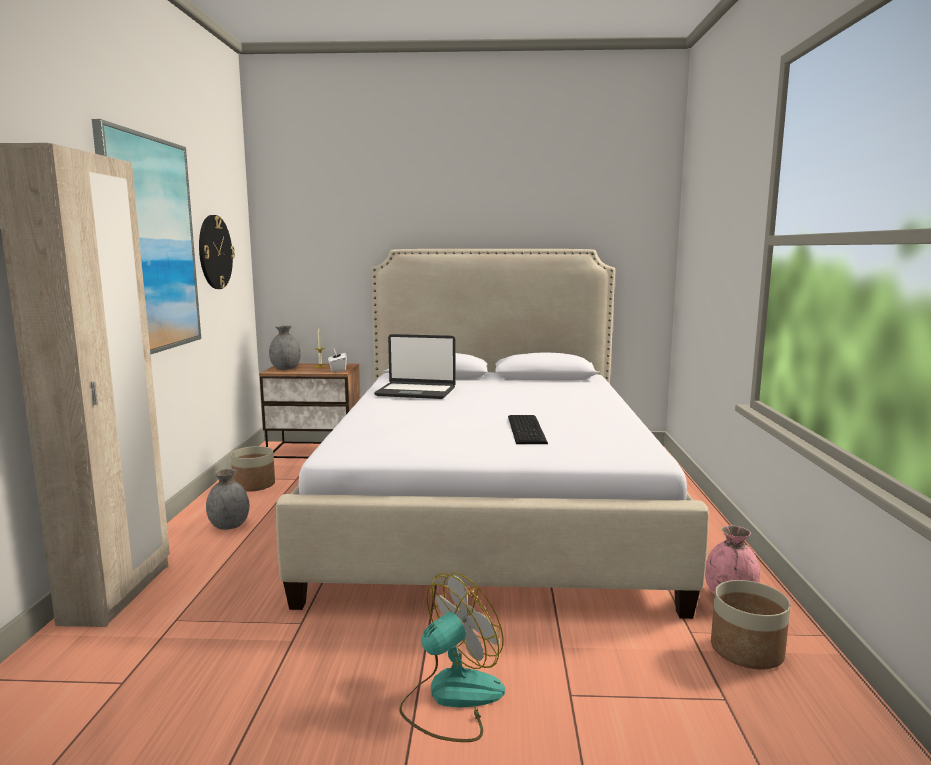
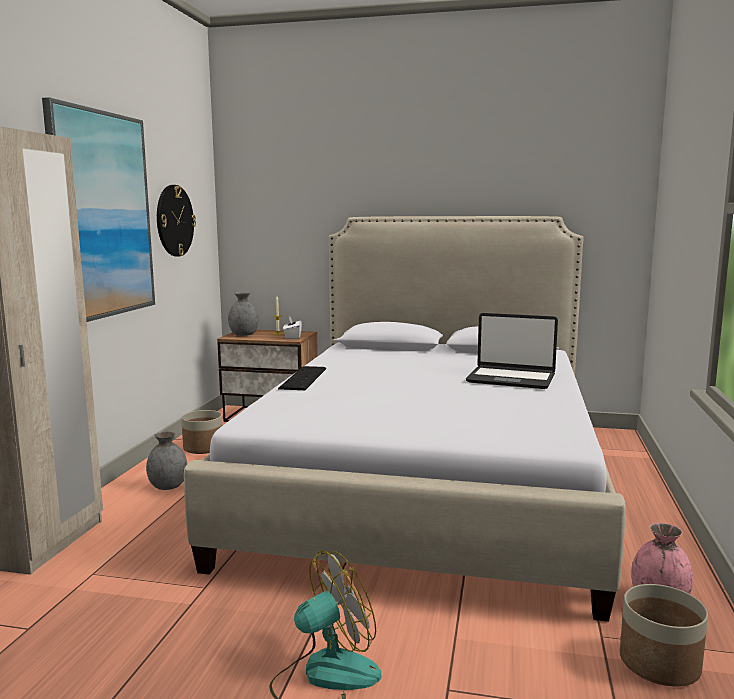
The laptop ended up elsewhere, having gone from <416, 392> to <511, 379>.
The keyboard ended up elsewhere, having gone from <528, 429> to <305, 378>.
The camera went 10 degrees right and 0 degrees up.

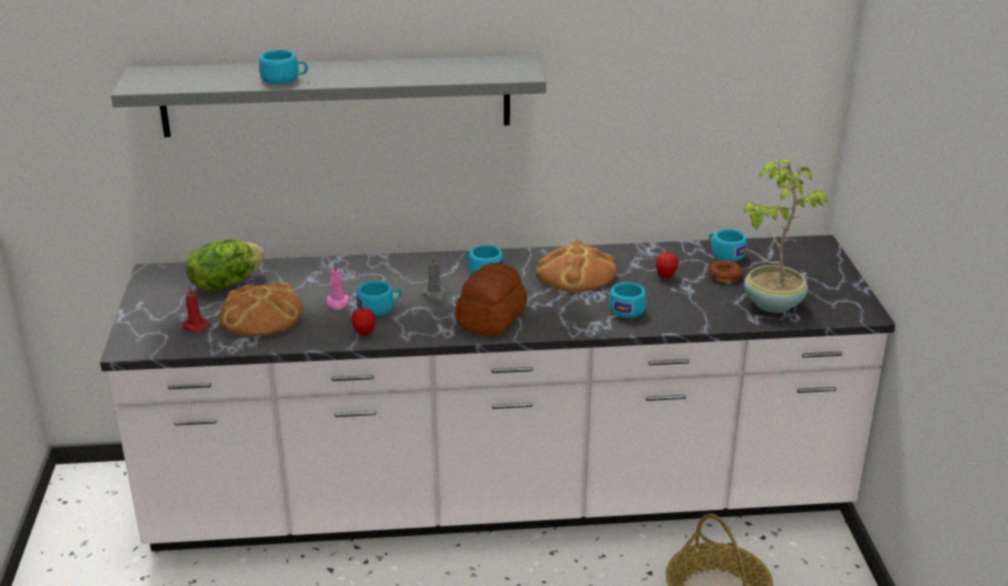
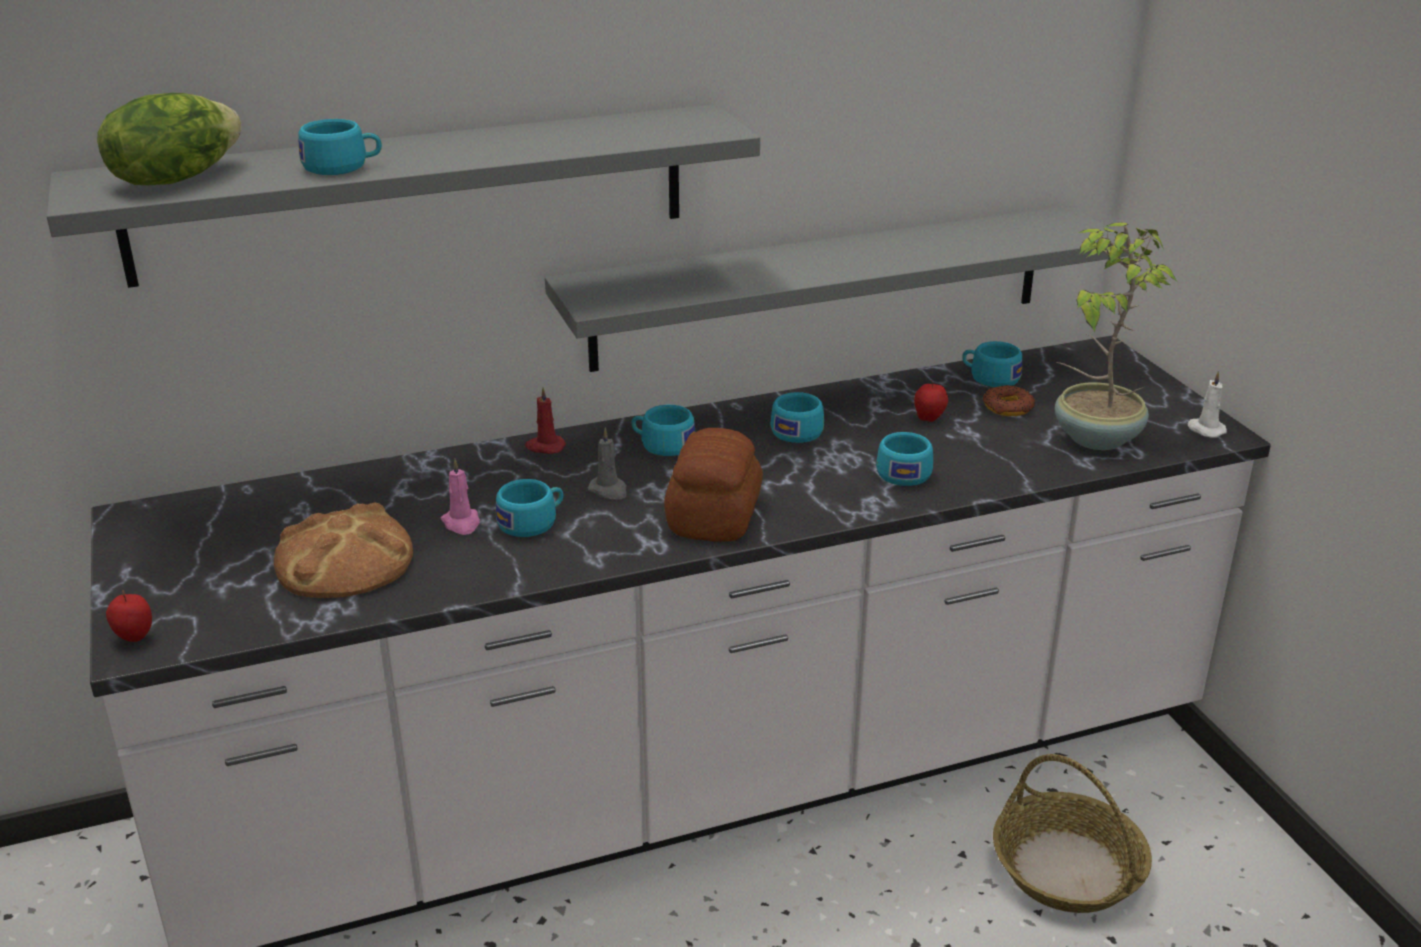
The lettuce ended up elsewhere, having gone from <225, 283> to <175, 178>.
Where the bread stood at <576, 273>, the turquoise cup came to stand at <800, 430>.
The red candle ended up elsewhere, having gone from <194, 326> to <545, 447>.
The apple ended up elsewhere, having gone from <364, 333> to <134, 638>.
The second view gained the grey shelf at <821, 287>.
The second view gained the white candle at <1205, 429>.
The camera went 15 degrees left and 0 degrees up.

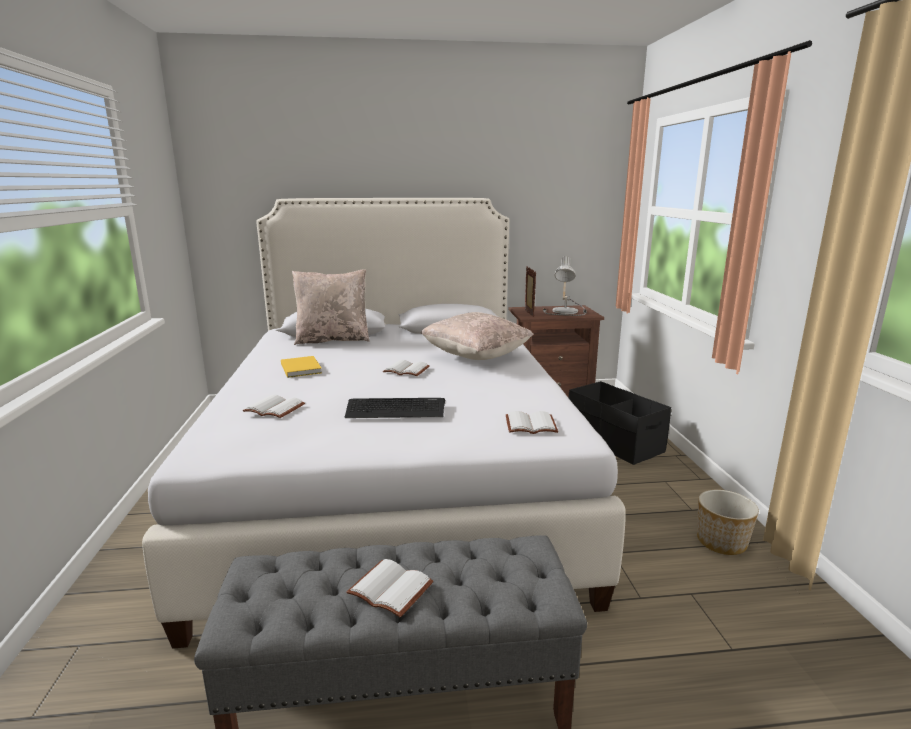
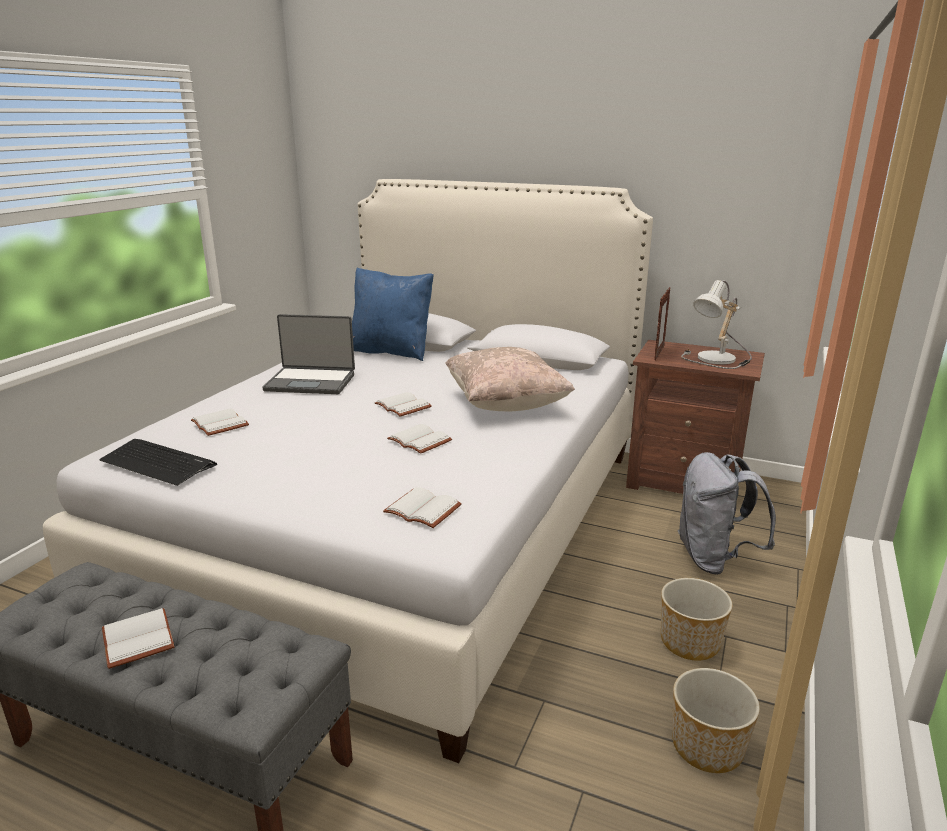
What was the beige pillow at <333, 340> turned into the blue pillow at <391, 352>.
Where the yellow book stood at <301, 368>, the laptop came to stand at <311, 382>.
Where the black storage box stood at <613, 442>, the grey backpack came to stand at <714, 559>.
The keyboard ended up elsewhere, having gone from <395, 409> to <158, 463>.
The second view gained the white book at <421, 440>.
The second view gained the planter at <689, 643>.
The camera went 30 degrees right and 5 degrees up.

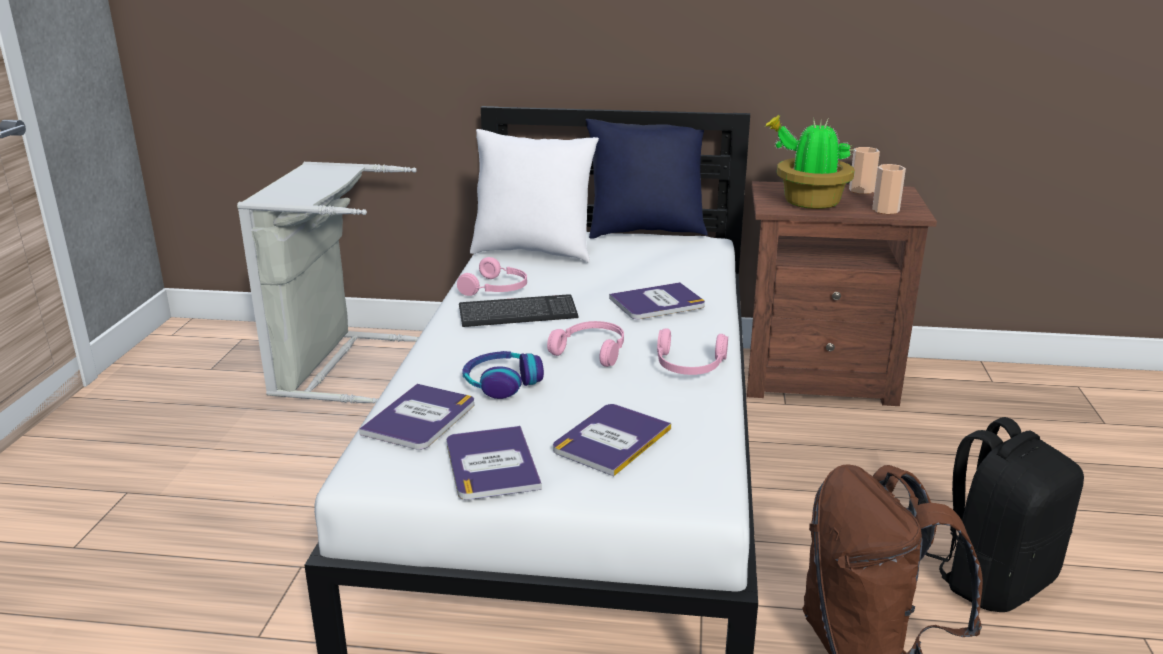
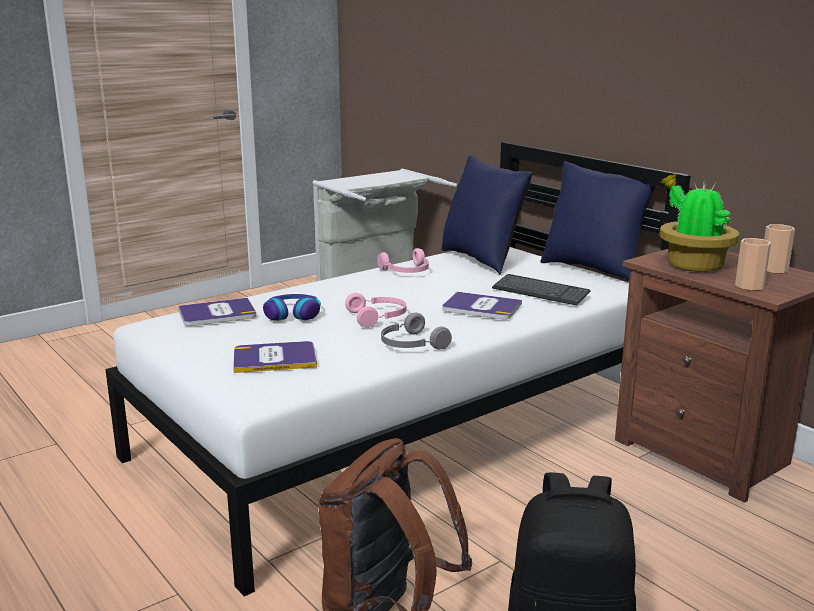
What was the white pillow at <533, 252> turned into the blue pillow at <482, 260>.
The keyboard ended up elsewhere, having gone from <518, 314> to <540, 292>.
What was the pink headphones at <689, 366> turned into the grey headphones at <411, 345>.
The second view lost the book at <491, 464>.
The camera went 45 degrees right and 5 degrees down.

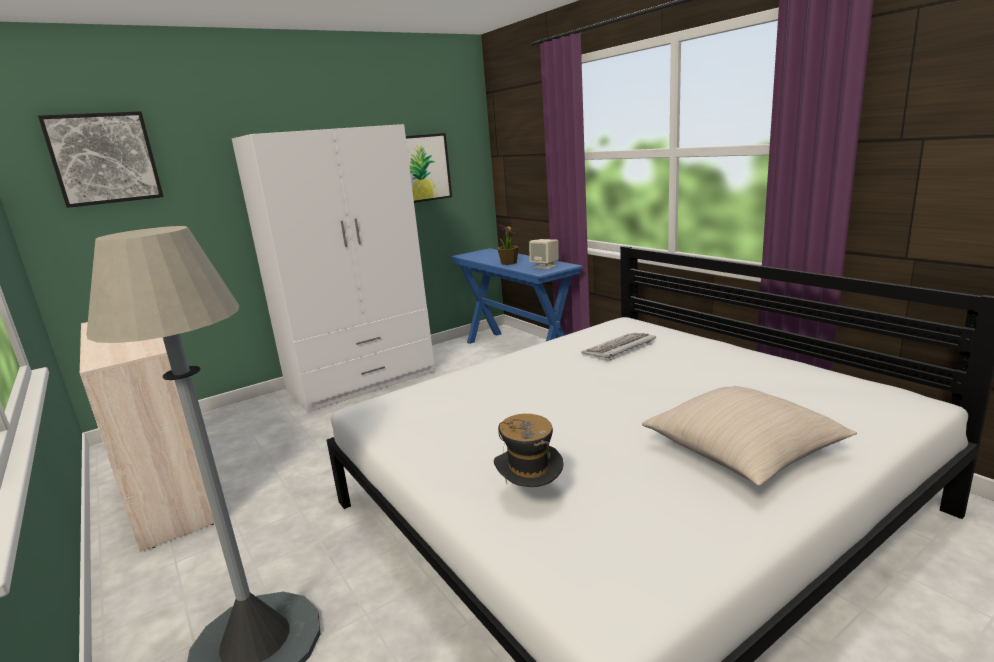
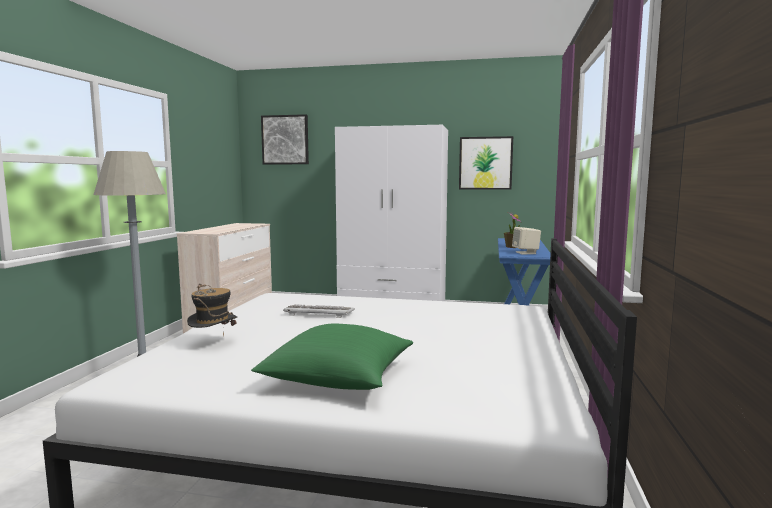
The keyboard ended up elsewhere, having gone from <619, 348> to <319, 313>.
What was the beige pillow at <742, 452> turned into the green pillow at <338, 378>.
The camera went 45 degrees right and 10 degrees down.

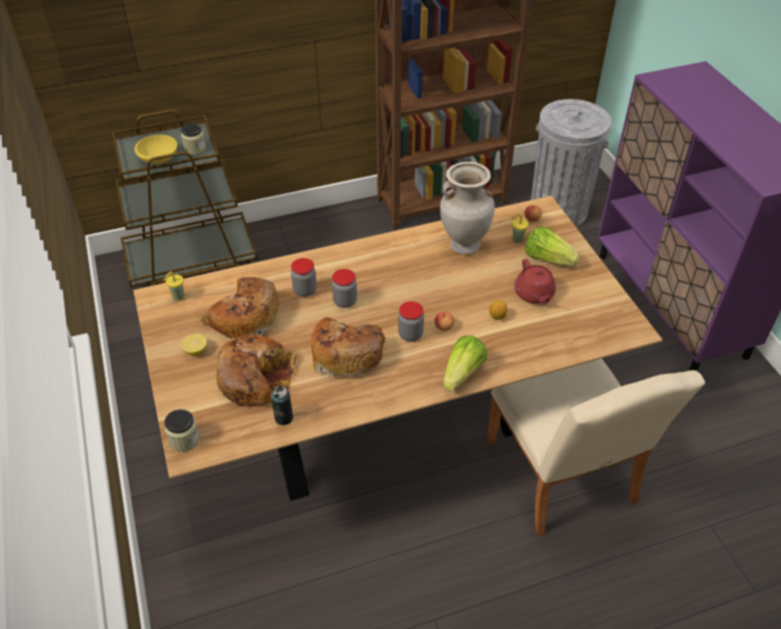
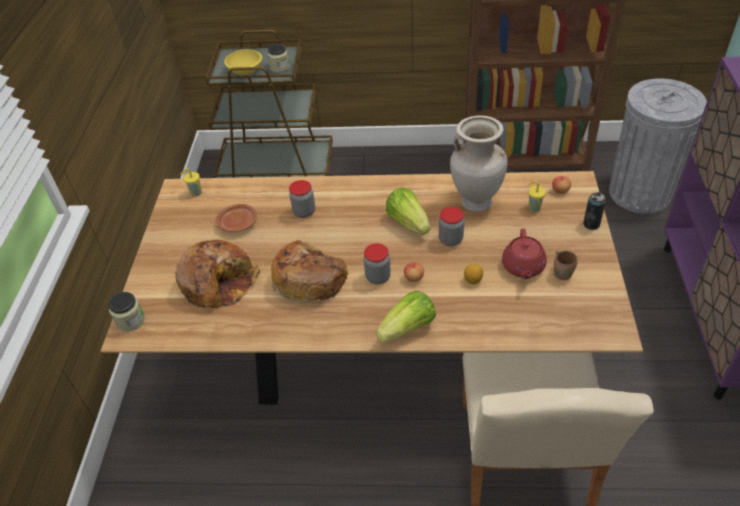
The lettuce ended up elsewhere, having gone from <548, 259> to <408, 222>.
The jar ended up elsewhere, having gone from <345, 301> to <450, 240>.
Where the bread stood at <243, 317>, the brown plate came to stand at <238, 223>.
The second view lost the lemon at <195, 350>.
The can ended up elsewhere, having gone from <283, 418> to <591, 224>.
The second view gained the brown mug at <563, 273>.
The camera went 25 degrees right and 0 degrees up.

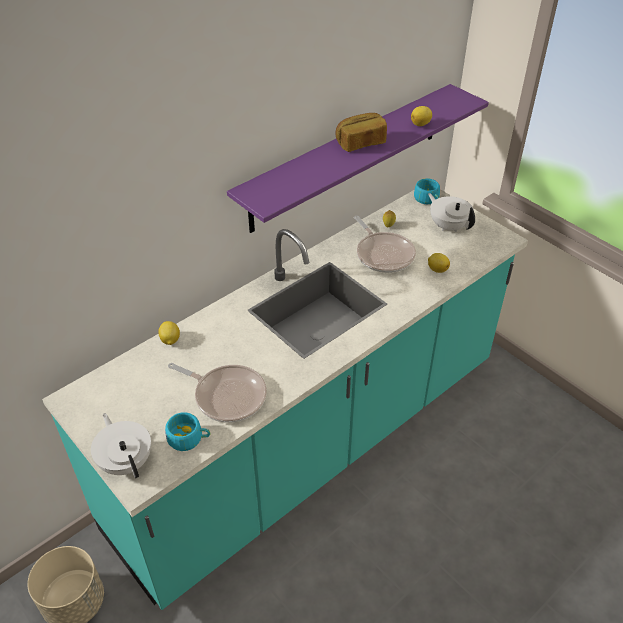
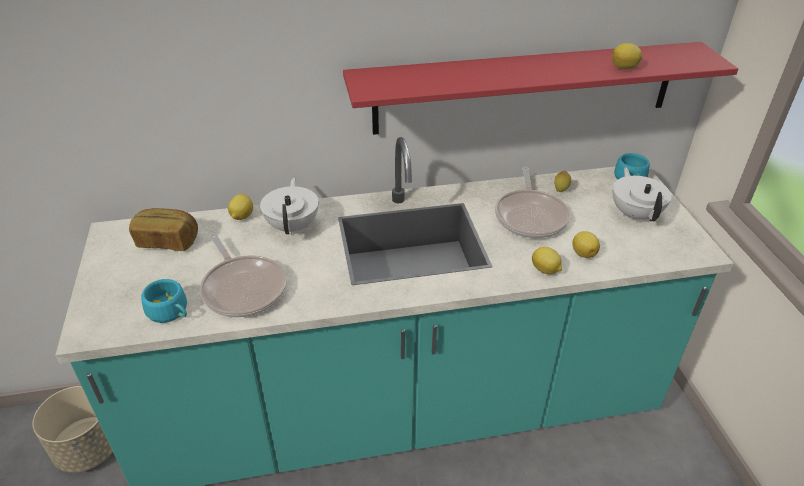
What was the purple shelf at <348, 157> turned into the red shelf at <525, 88>.
The bread ended up elsewhere, having gone from <360, 143> to <168, 241>.
The white teapot ended up elsewhere, having gone from <126, 461> to <293, 226>.
The second view gained the lemon at <545, 270>.
The camera went 30 degrees right and 5 degrees down.

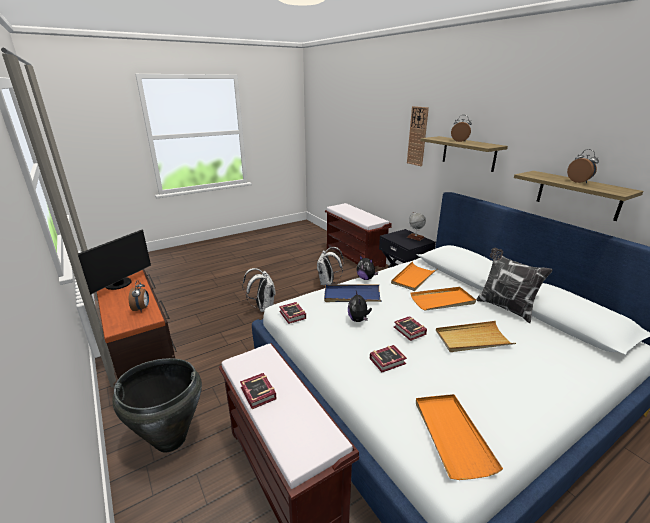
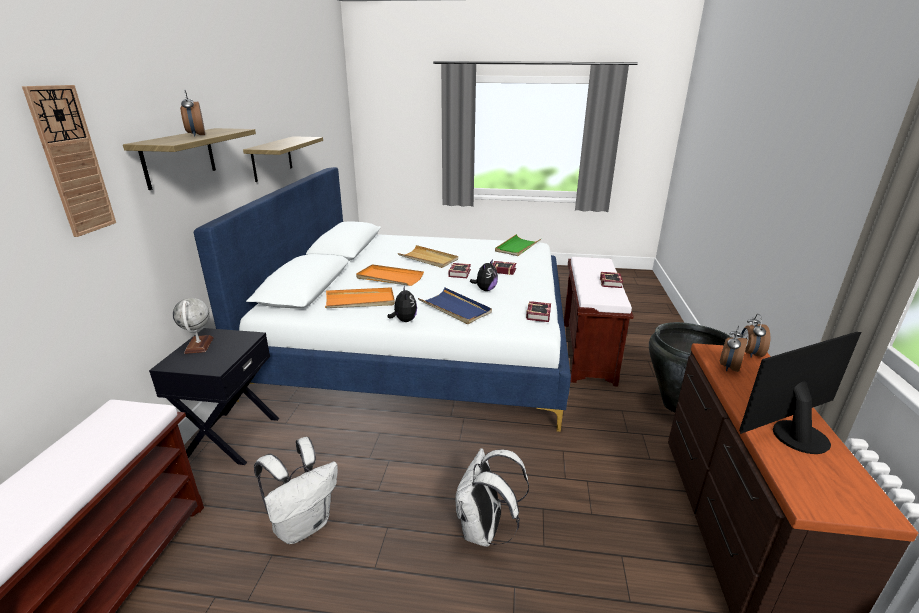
The alarm clock ended up elsewhere, having gone from <579, 181> to <749, 353>.
The second view lost the pillow at <504, 307>.
What was the orange tray at <452, 435> turned into the green tray at <517, 247>.
The camera went 140 degrees left and 0 degrees up.

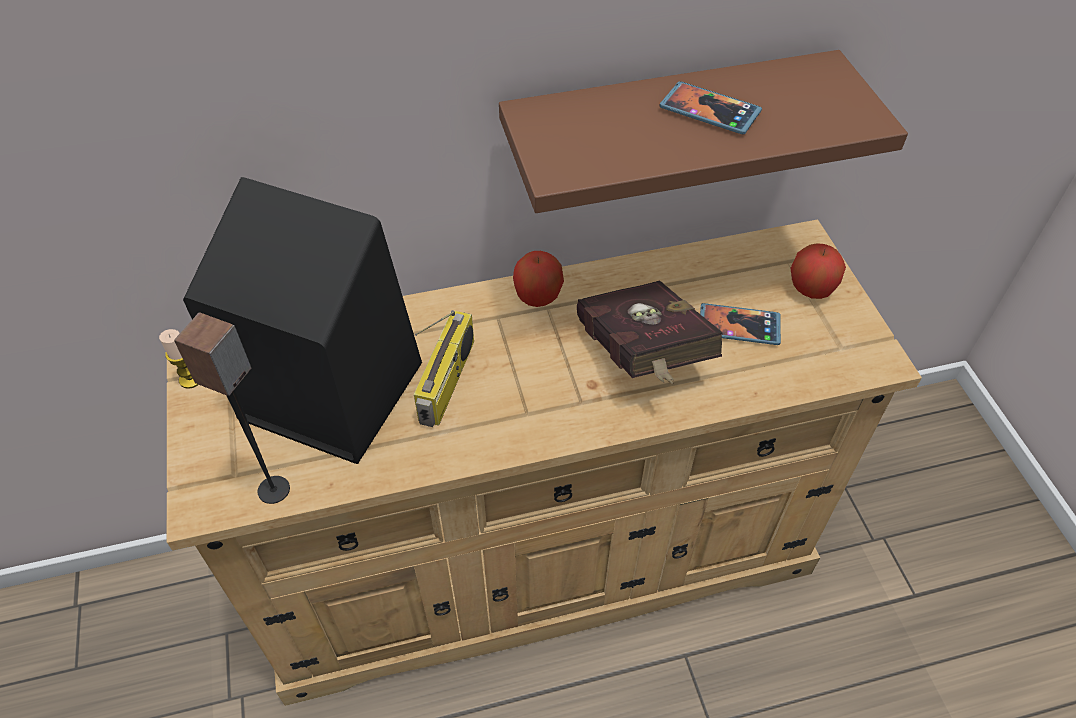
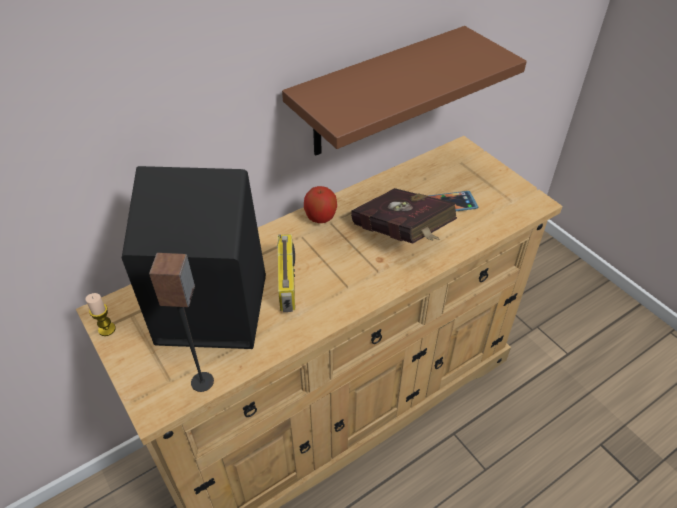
The second view lost the phone at <709, 111>.
The second view lost the apple at <811, 289>.
The camera went 20 degrees left and 5 degrees down.

